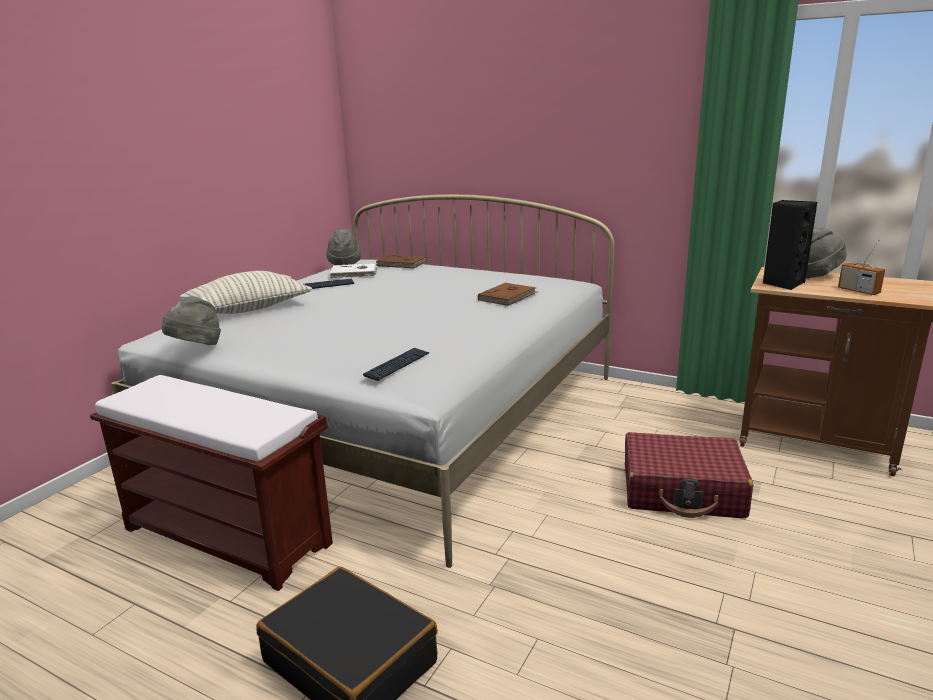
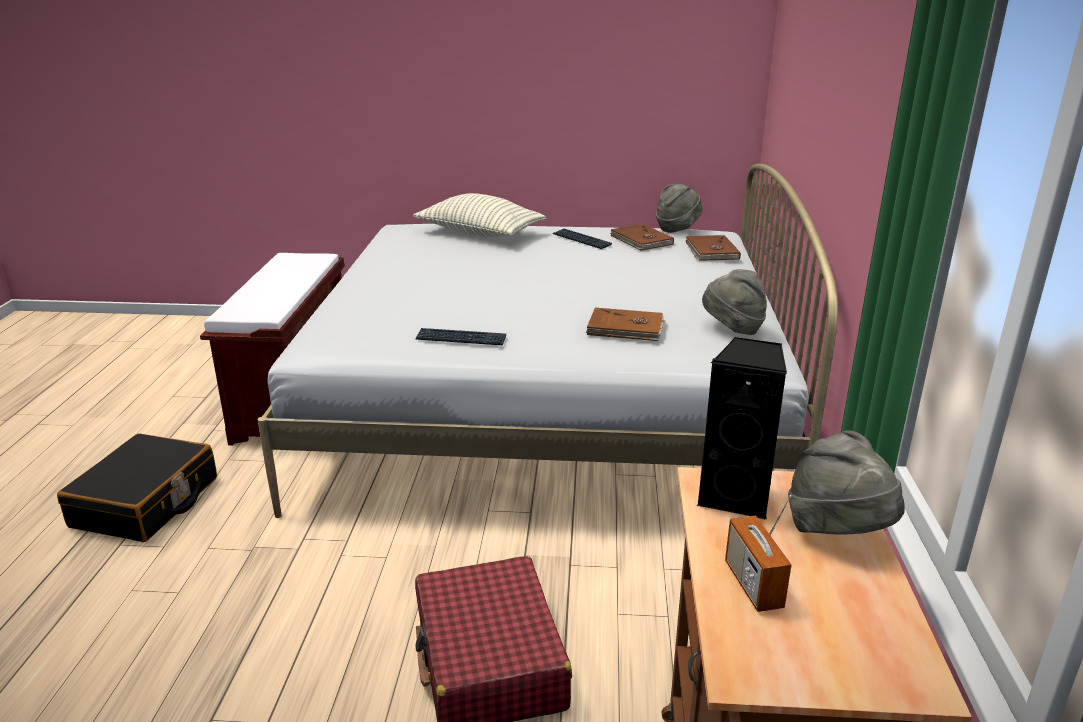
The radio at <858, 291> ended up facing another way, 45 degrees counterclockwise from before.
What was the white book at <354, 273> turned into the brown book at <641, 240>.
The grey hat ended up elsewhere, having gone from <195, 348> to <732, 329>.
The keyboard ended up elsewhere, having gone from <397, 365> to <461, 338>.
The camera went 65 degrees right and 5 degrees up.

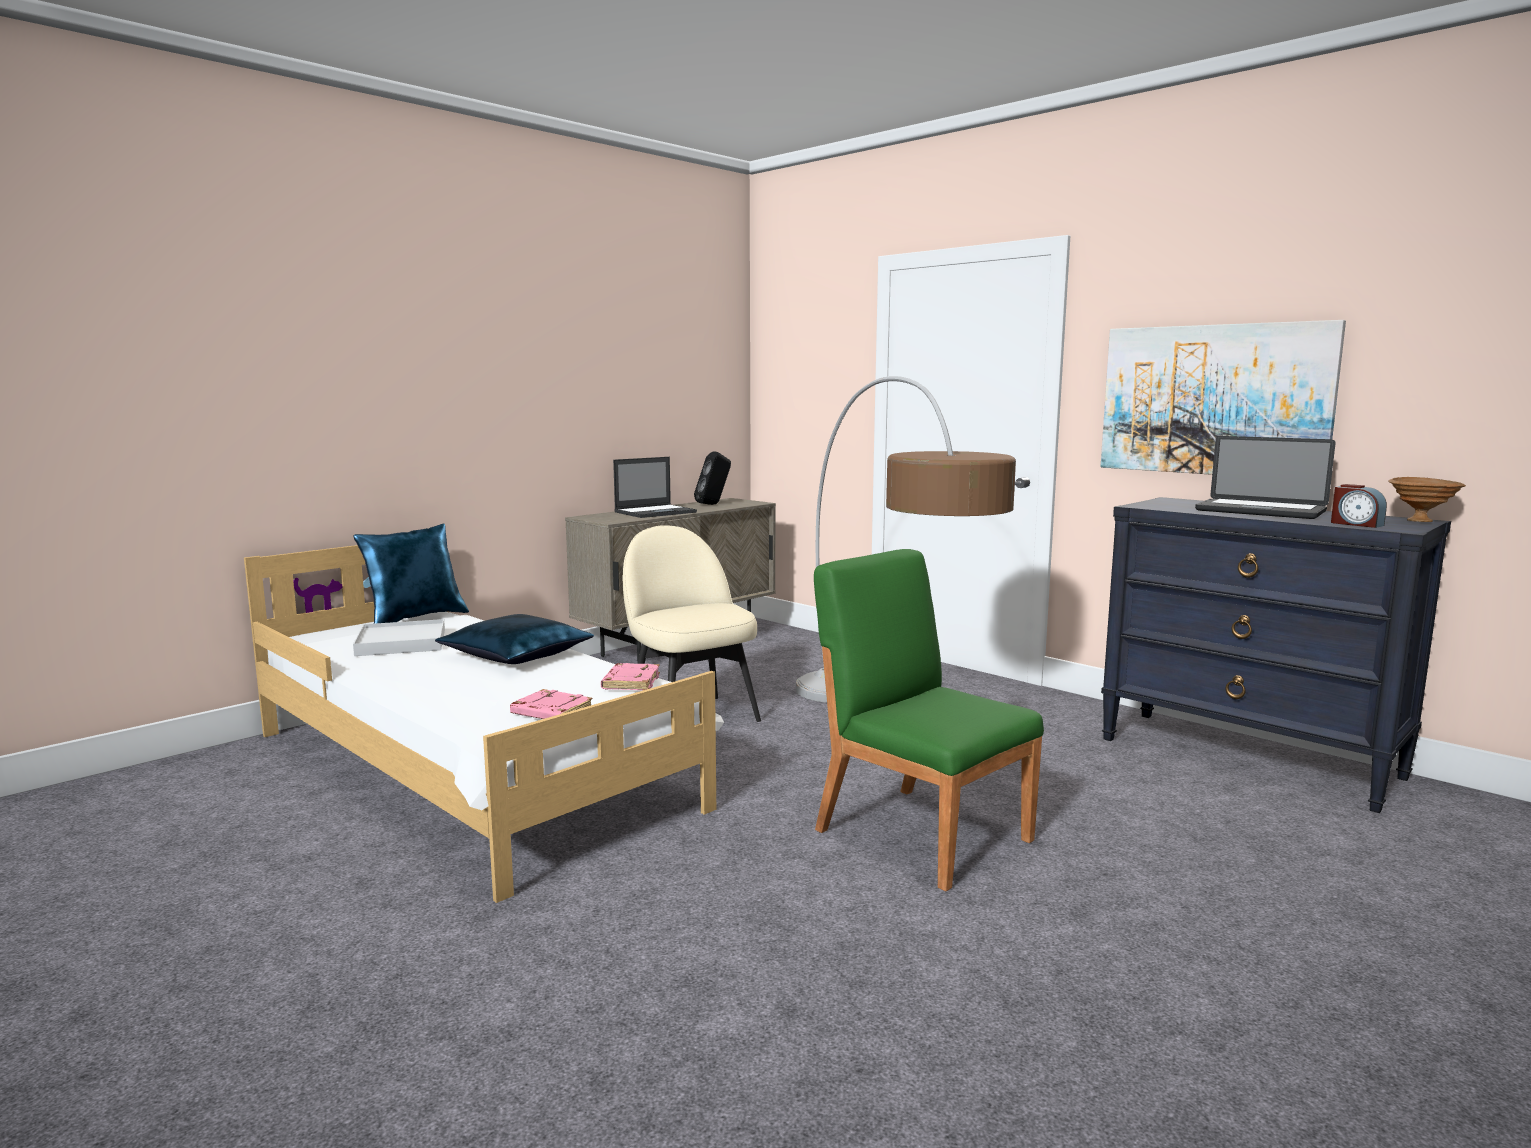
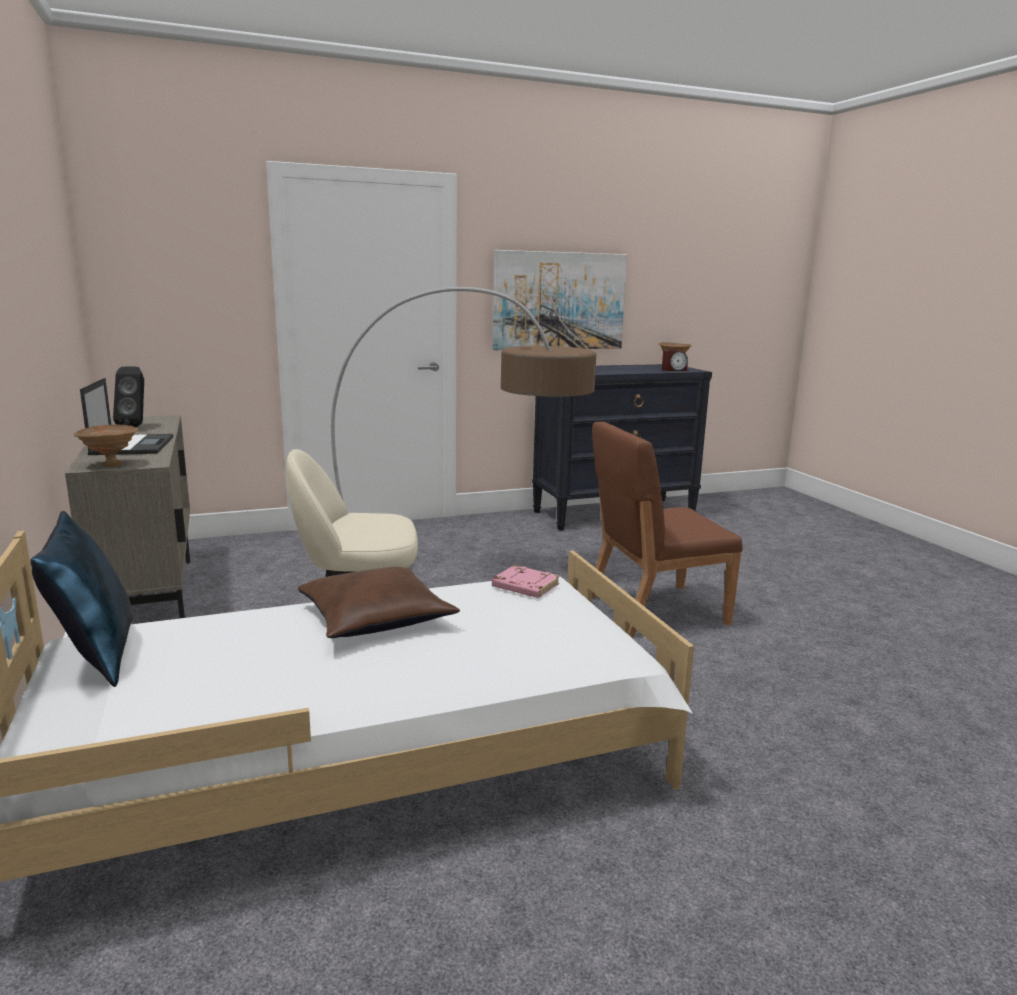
The second view lost the laptop at <1260, 511>.
What was the green chair at <921, 833> turned into the brown chair at <654, 610>.
What was the blue pillow at <517, 655> turned into the brown pillow at <376, 617>.
The second view lost the white tray at <402, 642>.
The second view lost the pink book at <550, 712>.
The second view gained the brown bowl at <110, 465>.
The camera went 65 degrees left and 5 degrees up.

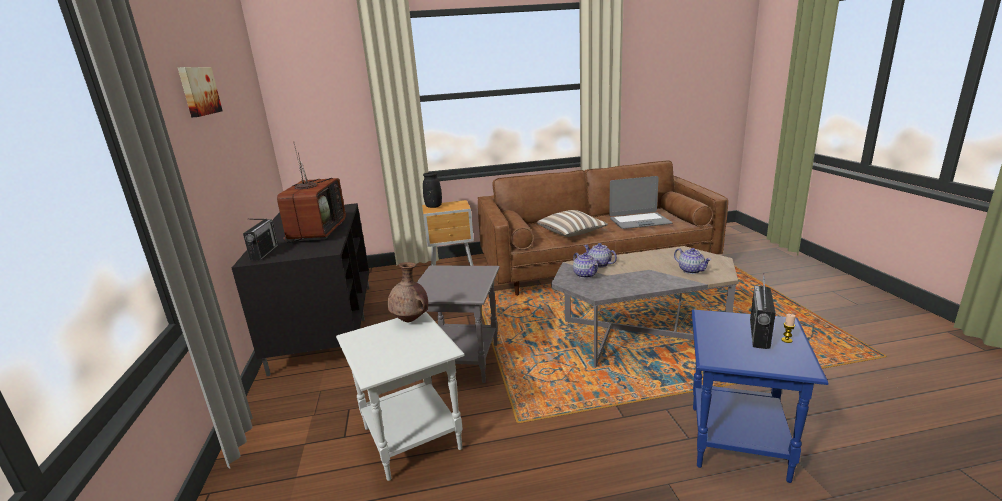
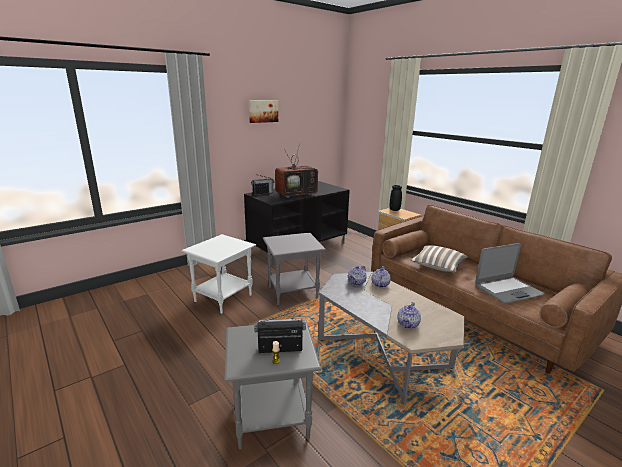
The laptop at <639, 221> ended up facing another way, 75 degrees counterclockwise from before.
The second view lost the brown vase at <411, 320>.
What was the blue side table at <737, 443> turned into the grey side table at <270, 419>.
The camera went 60 degrees right and 0 degrees up.

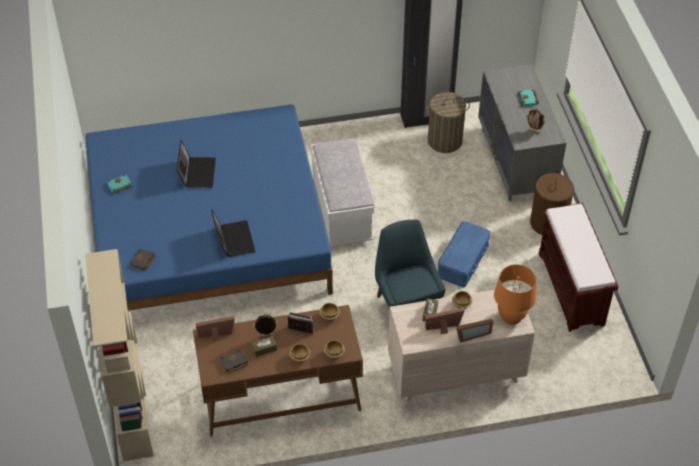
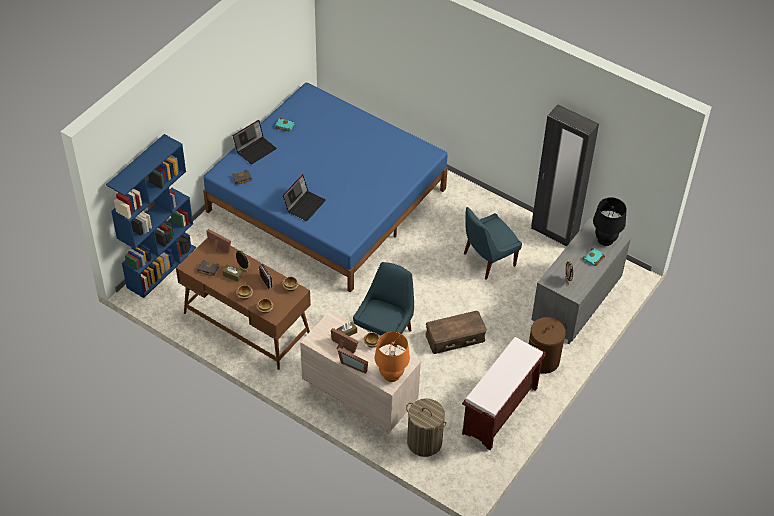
The laundry basket ended up elsewhere, having gone from <444, 141> to <424, 442>.
The second view lost the white bench at <341, 212>.
The laptop ended up elsewhere, having gone from <197, 172> to <255, 149>.
What was the blue storage box at <462, 260> turned into the brown storage box at <455, 337>.
What was the beige bookcase at <132, 413> turned into the blue bookcase at <161, 267>.
The second view gained the black table lamp at <605, 239>.
The second view gained the blue chair at <487, 260>.
The camera went 45 degrees right and 0 degrees up.

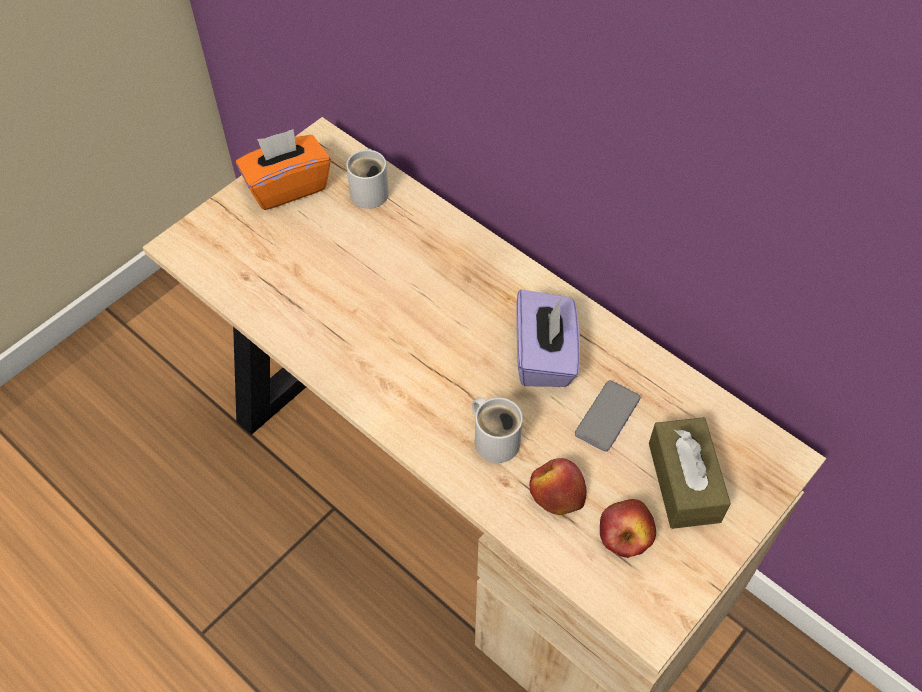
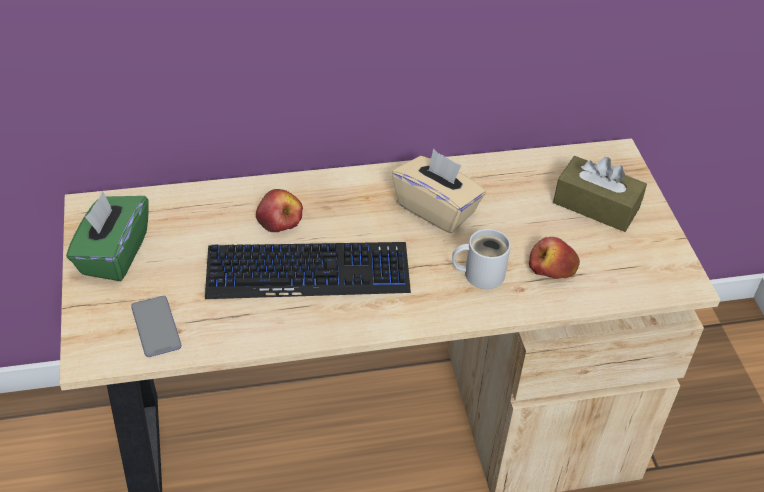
What was the orange tissue box at <287, 186> turned into the green tissue box at <113, 254>.
The second view lost the white mug at <371, 191>.
What was the purple tissue box at <545, 356> turned into the beige tissue box at <436, 209>.
The phone ended up elsewhere, having gone from <607, 416> to <156, 327>.
The apple ended up elsewhere, having gone from <625, 533> to <279, 219>.
The second view gained the keyboard at <308, 272>.
The camera went 55 degrees left and 10 degrees down.

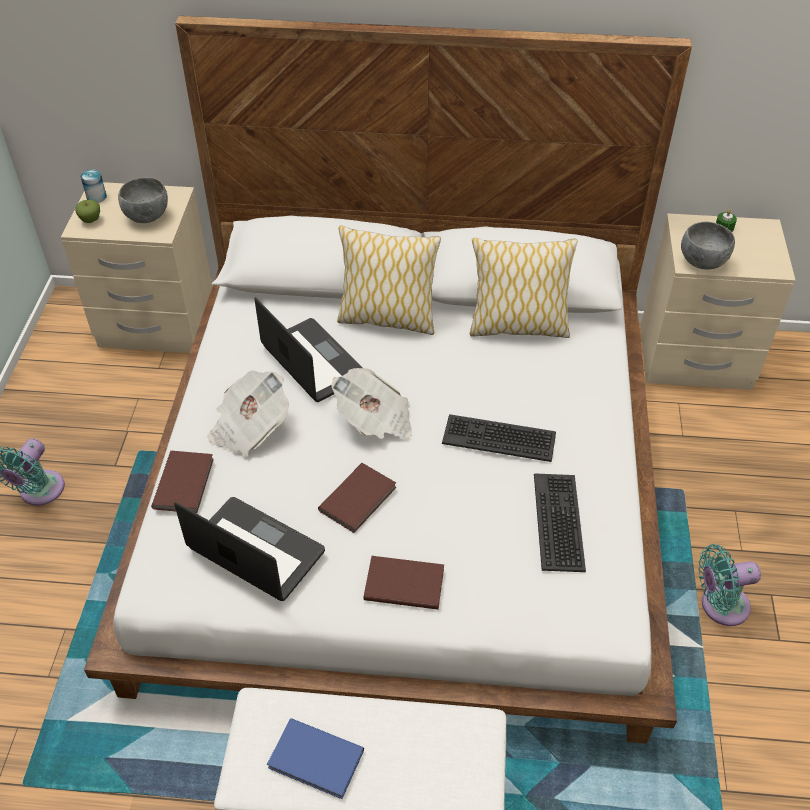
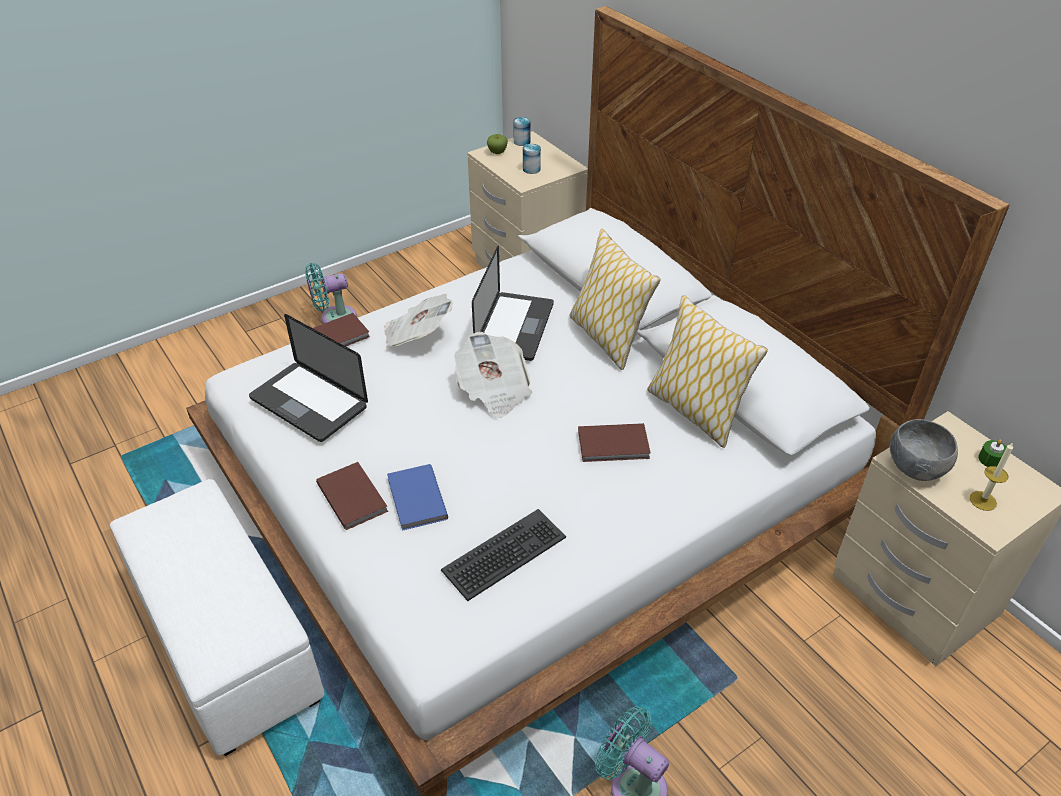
Where the grey bowl stood at <146, 217>, the can came to stand at <531, 169>.
The second view lost the keyboard at <499, 438>.
The brown book ended up elsewhere, having gone from <359, 499> to <614, 445>.
The laptop at <256, 550> ended up facing another way, 135 degrees clockwise from before.
The blue book ended up elsewhere, having gone from <316, 761> to <415, 500>.
The second view gained the candle at <983, 500>.
The camera went 50 degrees right and 5 degrees down.

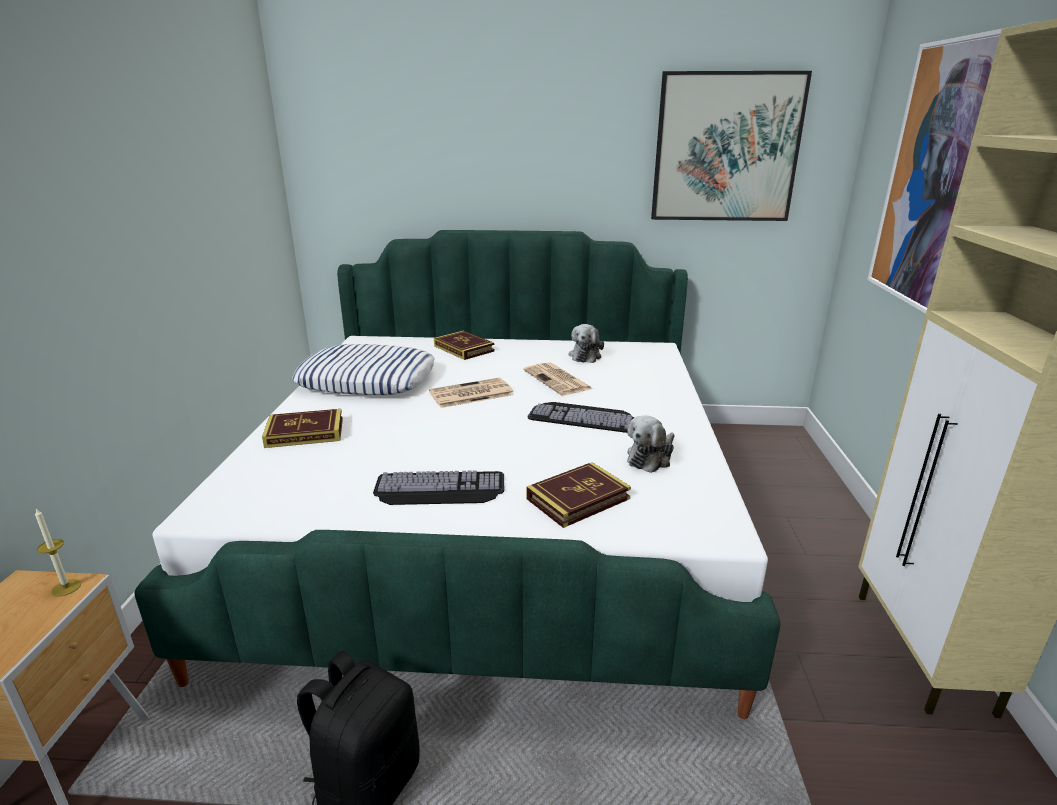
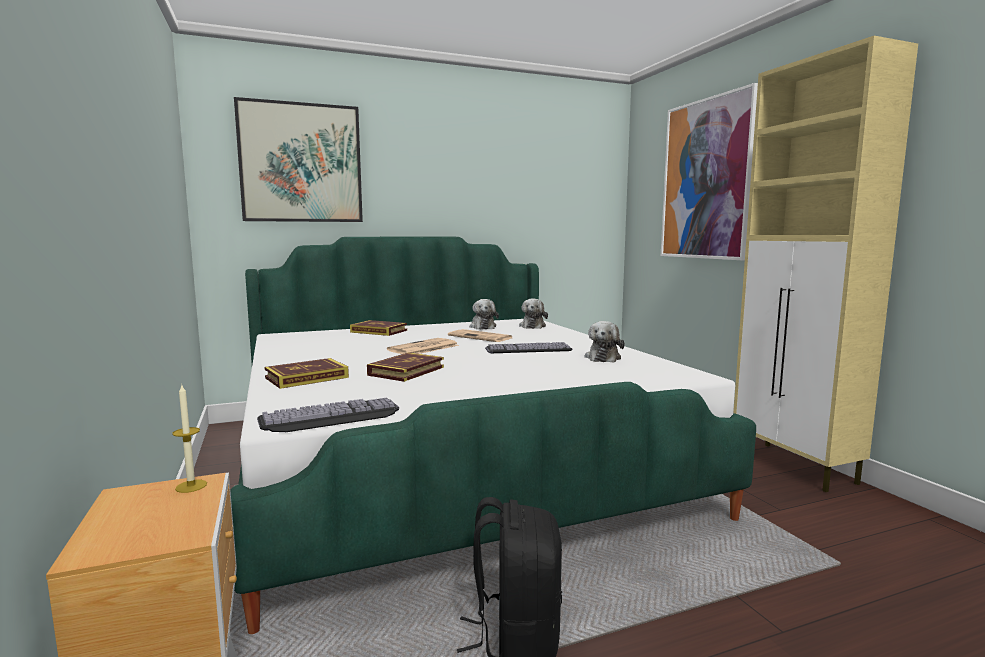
The picture ended up elsewhere, having gone from <726, 148> to <301, 163>.
The second view lost the pillow at <367, 380>.
The book ended up elsewhere, having gone from <578, 499> to <406, 371>.
The keyboard ended up elsewhere, having gone from <438, 489> to <331, 417>.
The second view gained the plush toy at <532, 326>.
The camera went 25 degrees left and 15 degrees down.

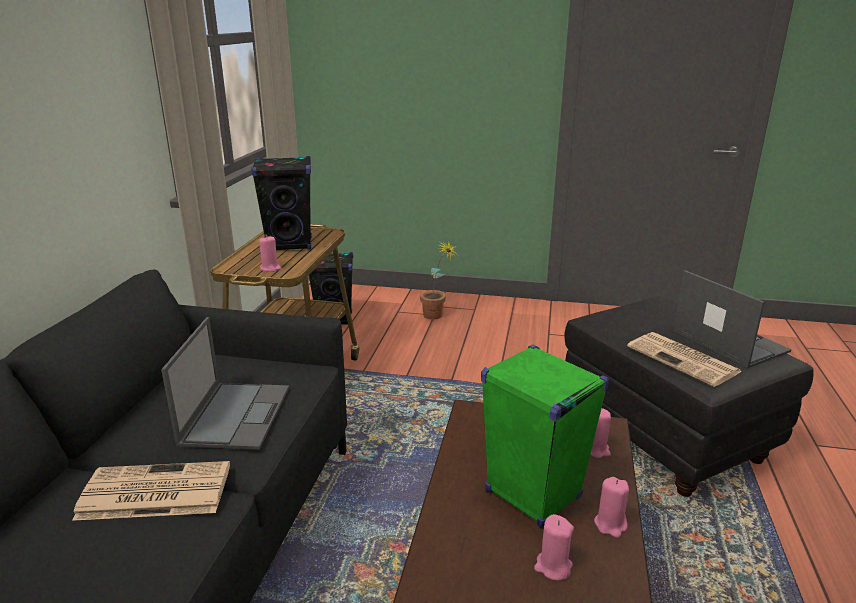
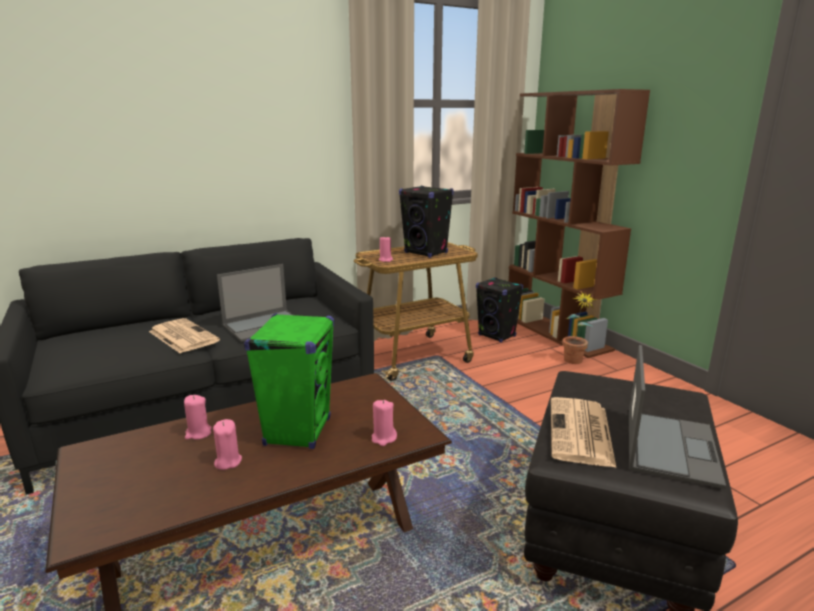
The pink candle ended up elsewhere, having gone from <610, 524> to <198, 433>.
The second view gained the brown bookcase at <556, 332>.
The camera went 50 degrees right and 5 degrees down.

